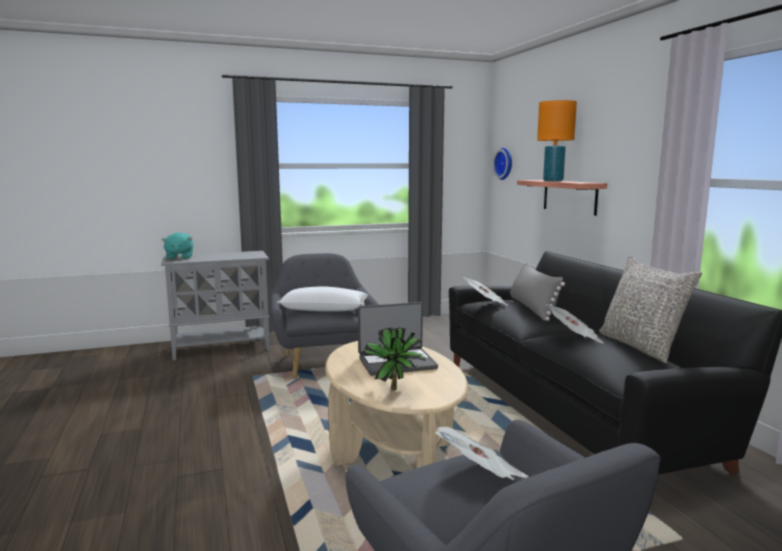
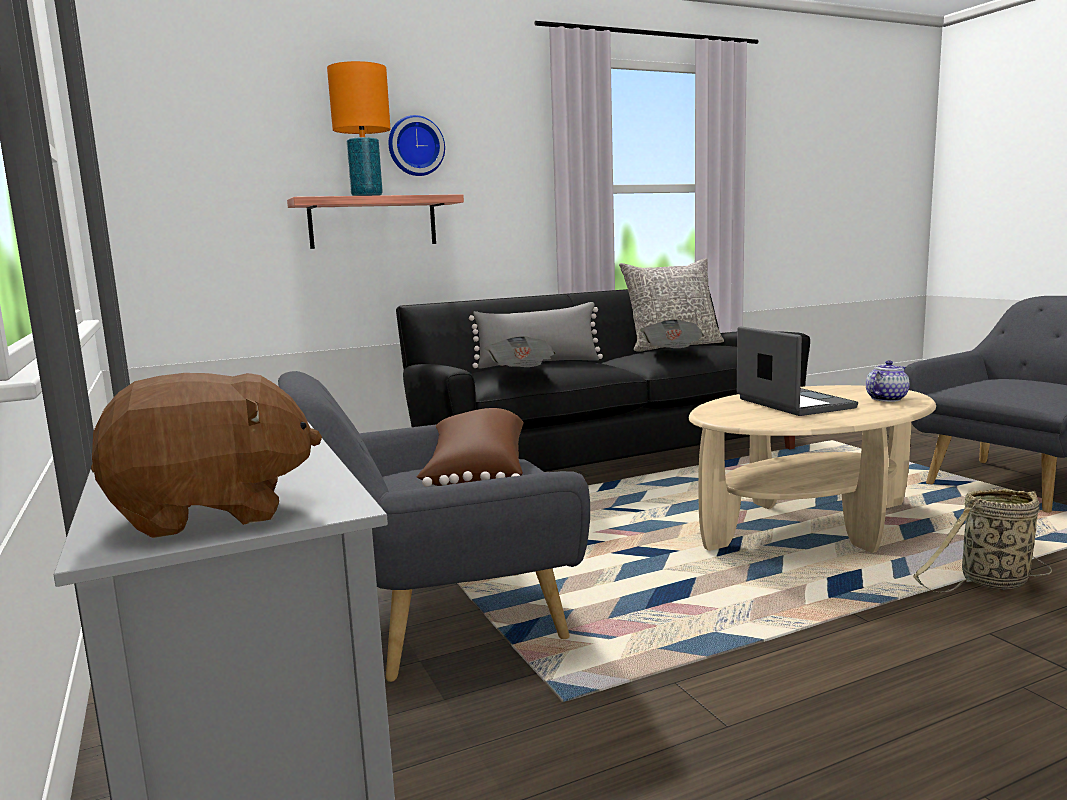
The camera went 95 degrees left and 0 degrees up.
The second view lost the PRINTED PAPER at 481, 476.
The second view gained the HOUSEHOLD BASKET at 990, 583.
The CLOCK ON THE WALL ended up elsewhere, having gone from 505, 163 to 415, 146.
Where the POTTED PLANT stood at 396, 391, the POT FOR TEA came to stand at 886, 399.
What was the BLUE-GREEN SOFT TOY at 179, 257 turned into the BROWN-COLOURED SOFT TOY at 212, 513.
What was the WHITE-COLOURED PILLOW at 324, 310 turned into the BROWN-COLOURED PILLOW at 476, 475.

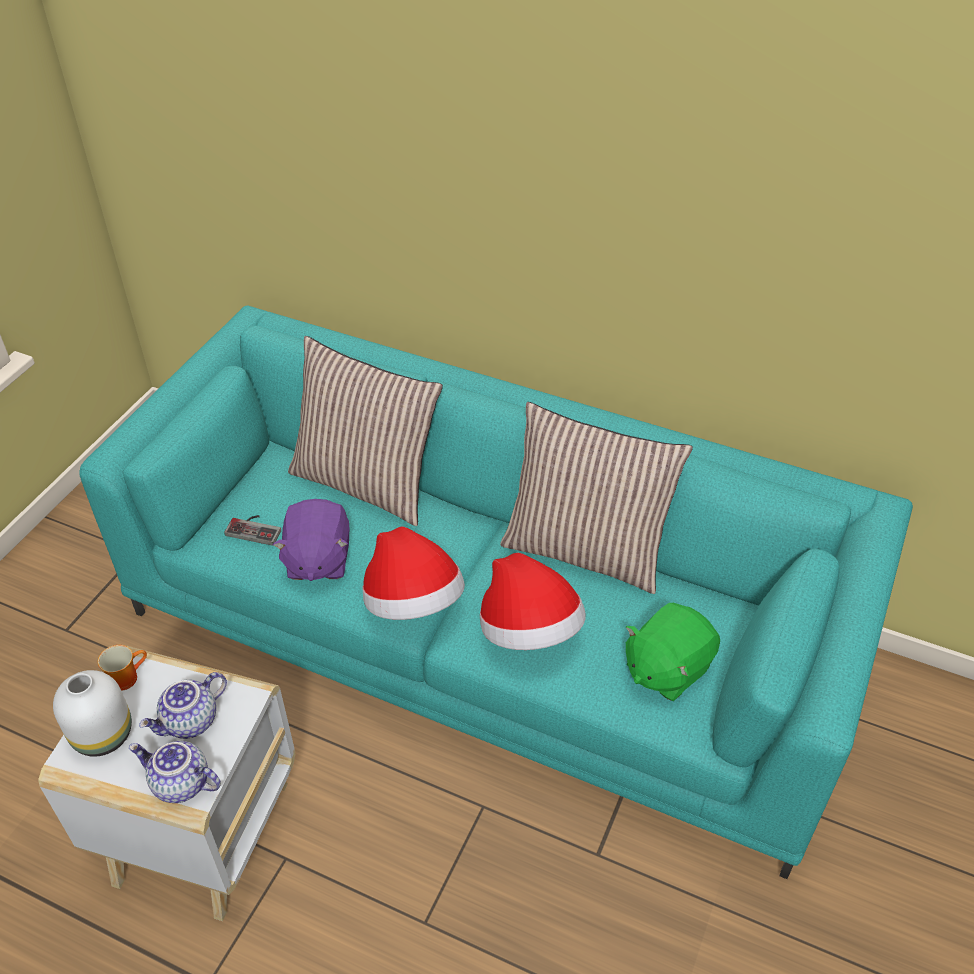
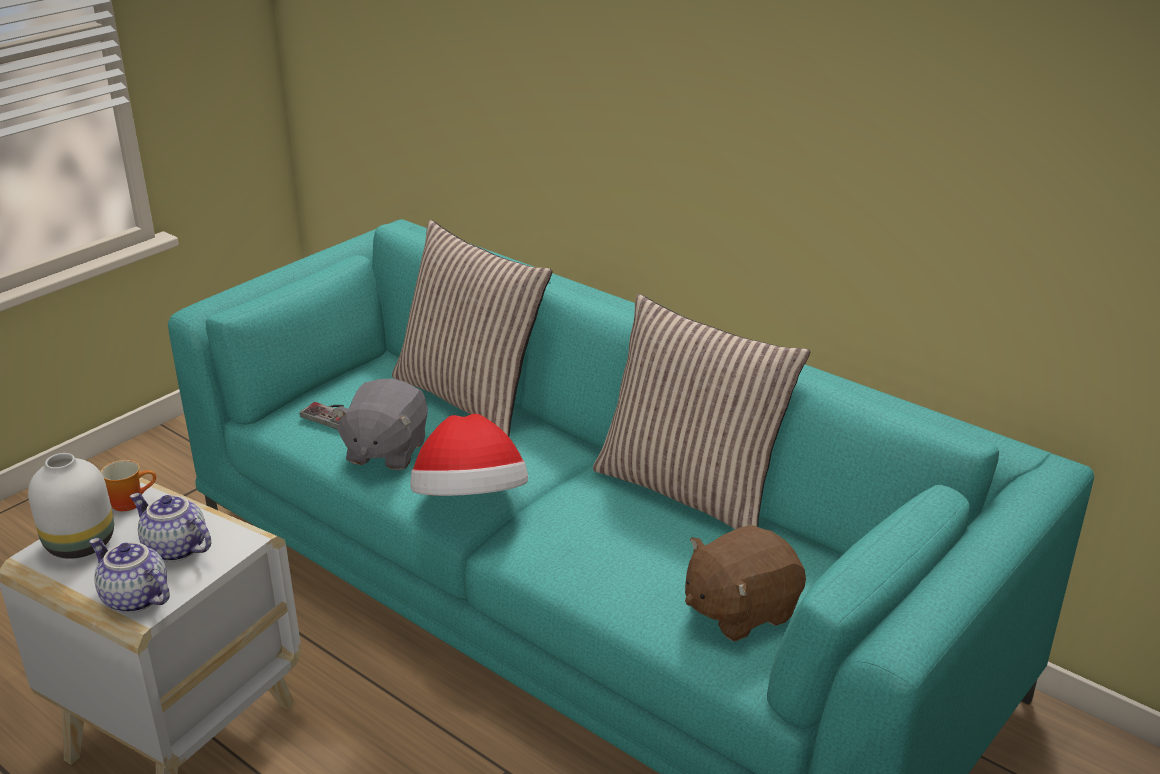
The camera went 15 degrees right and 15 degrees down.
The second view lost the CLOTHING HAT at 529, 630.
What was the PURPLE SOFT TOY at 317, 560 turned into the GRAY SOFT TOY at 385, 451.
What was the GREEN-COLOURED SOFT TOY at 666, 668 turned into the BROWN-COLOURED SOFT TOY at 740, 610.
The POT FOR TEA at 191, 722 ended up facing another way, 60 degrees clockwise from before.

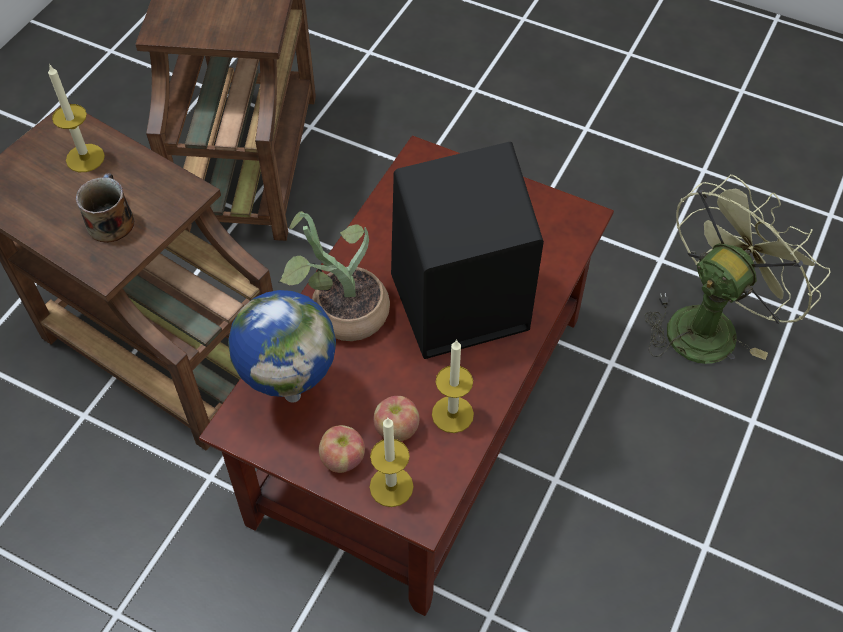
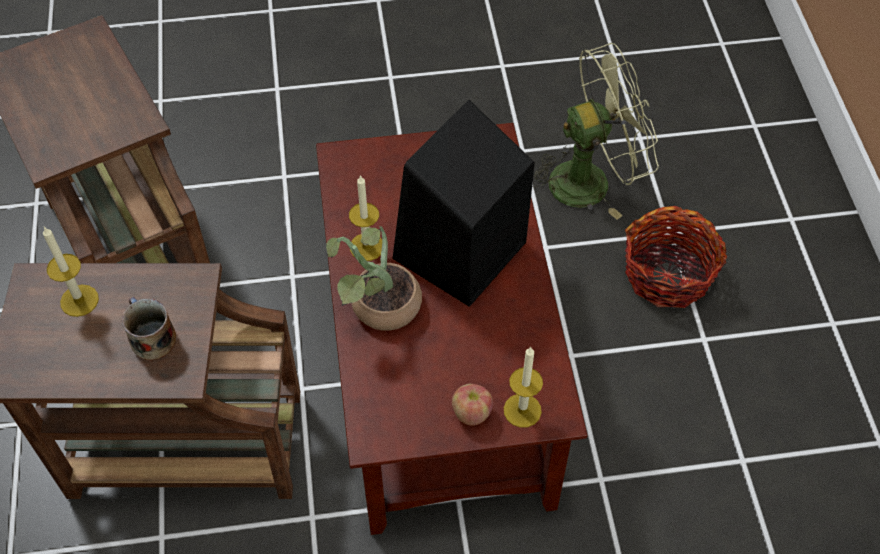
The camera went 35 degrees left and 0 degrees up.
The second view lost the WORLD GLOBE at 292, 393.
The second view lost the APPLE at 396, 429.
The second view gained the HOUSEHOLD BASKET at 667, 274.
The WAX LIGHT ended up elsewhere, having gone from 452, 414 to 367, 247.
The GREEN-COLOURED FAN at 709, 323 ended up facing another way, 60 degrees clockwise from before.

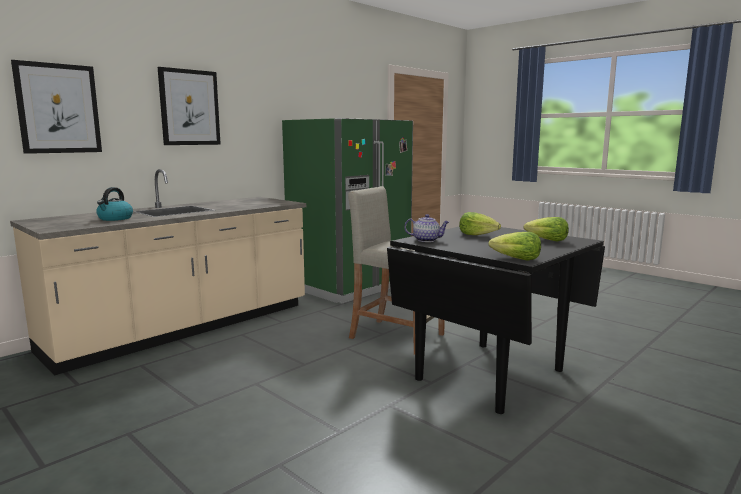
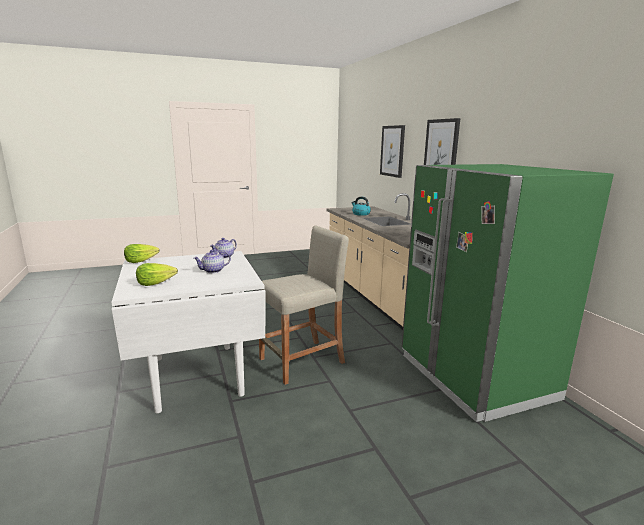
The camera went 115 degrees right and 5 degrees up.
Where the HEAD OF LETTUCE stood at 478, 235, the POT FOR TEA came to stand at 213, 271.
What was the BLACKISH DINNER TABLE at 489, 374 turned into the WHITE-COLOURED DINNER TABLE at 198, 375.

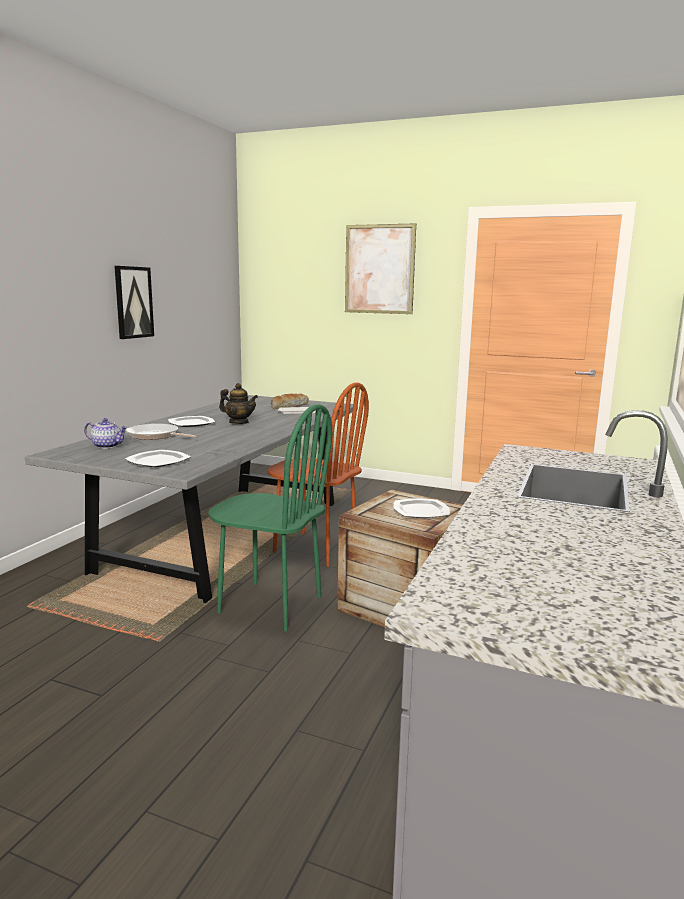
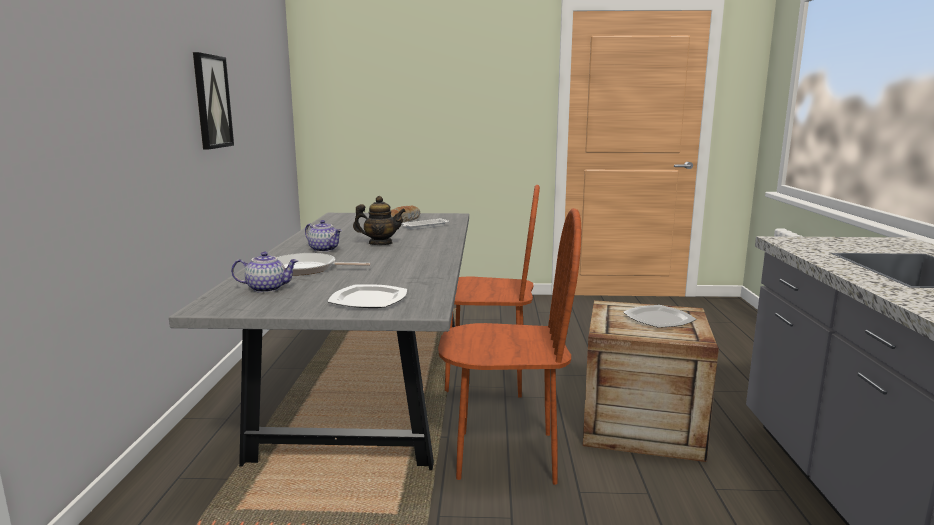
The camera went 20 degrees left and 0 degrees up.
The second view lost the WALL ART at 379, 269.
Where the PLATE stood at 191, 423, the POT FOR TEA came to stand at 325, 249.
What was the GREEN-COLOURED UPRIGHT CHAIR at 270, 605 turned into the BROWN-COLOURED UPRIGHT CHAIR at 506, 455.

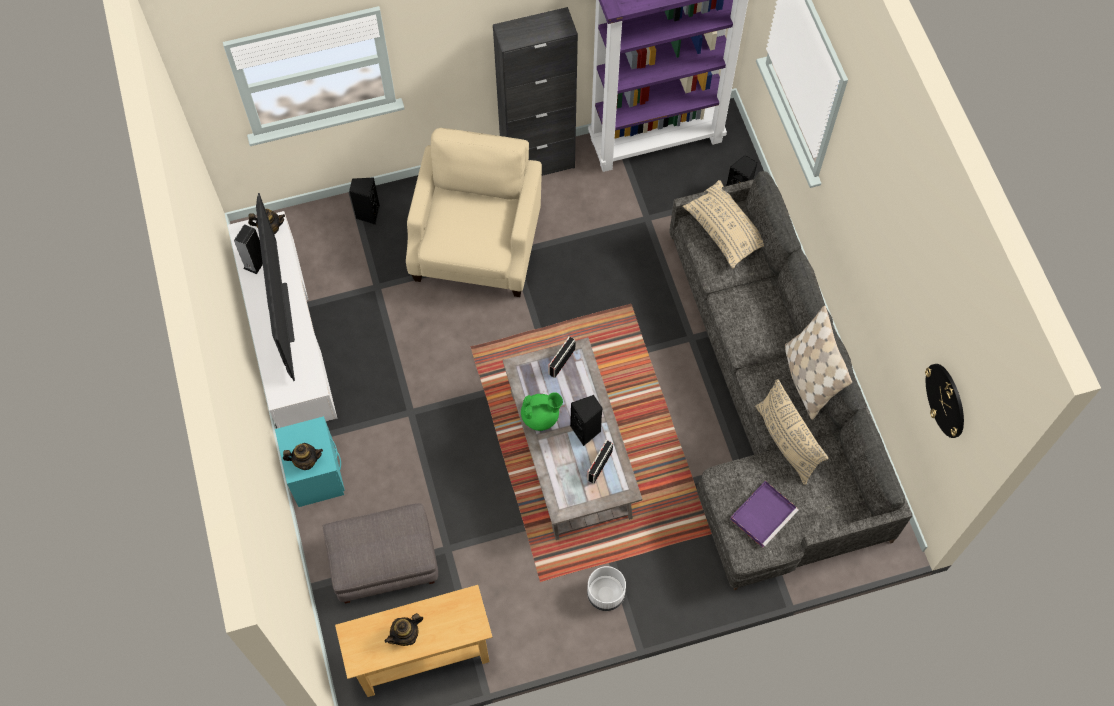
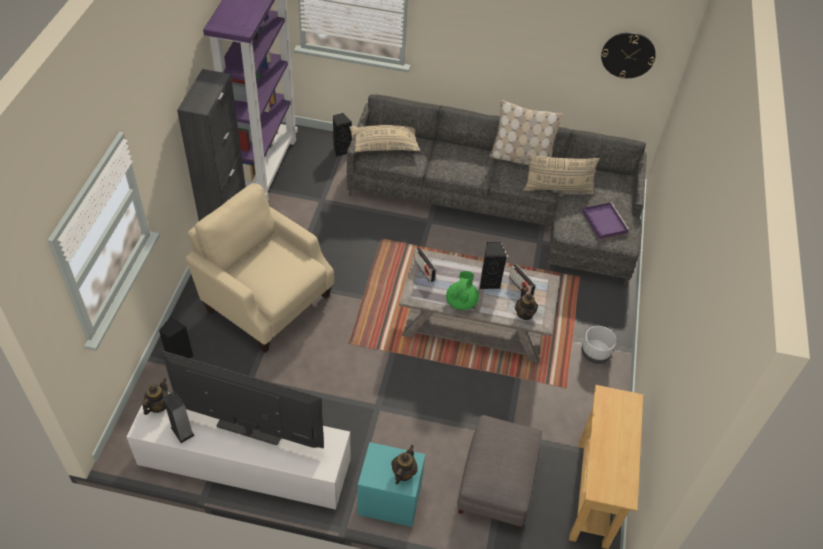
The camera went 65 degrees left and 15 degrees down.
The POT FOR TEA ended up elsewhere, having gone from 406, 635 to 524, 314.

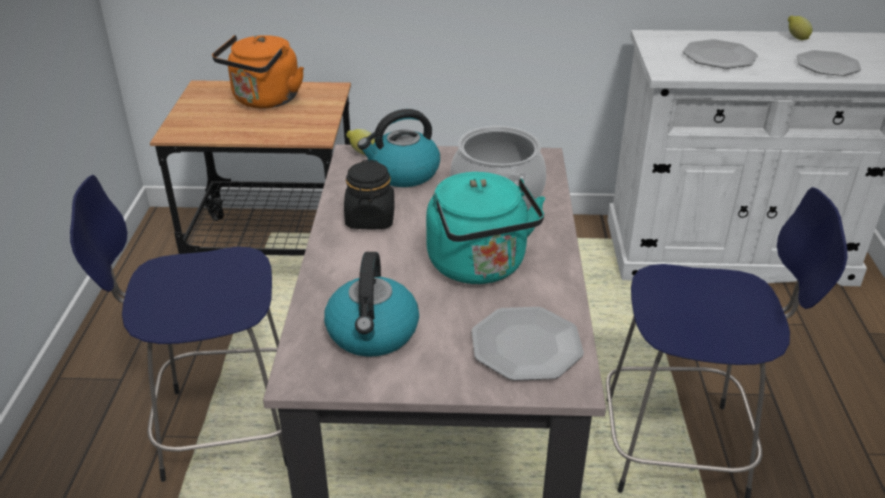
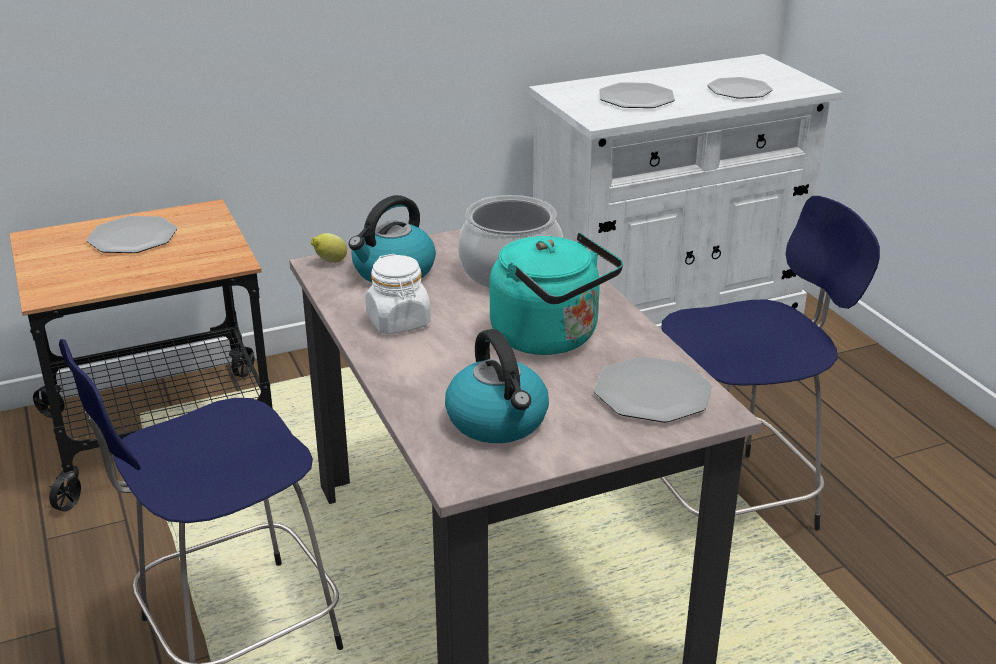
The camera went 25 degrees left and 5 degrees down.
The second view lost the LEMON at 796, 38.
Where the ORANGE KETTLE stood at 264, 101, the PLATE came to stand at 132, 237.
What was the BLACKISH STORAGE JAR at 370, 219 turned into the WHITE-COLOURED STORAGE JAR at 398, 322.

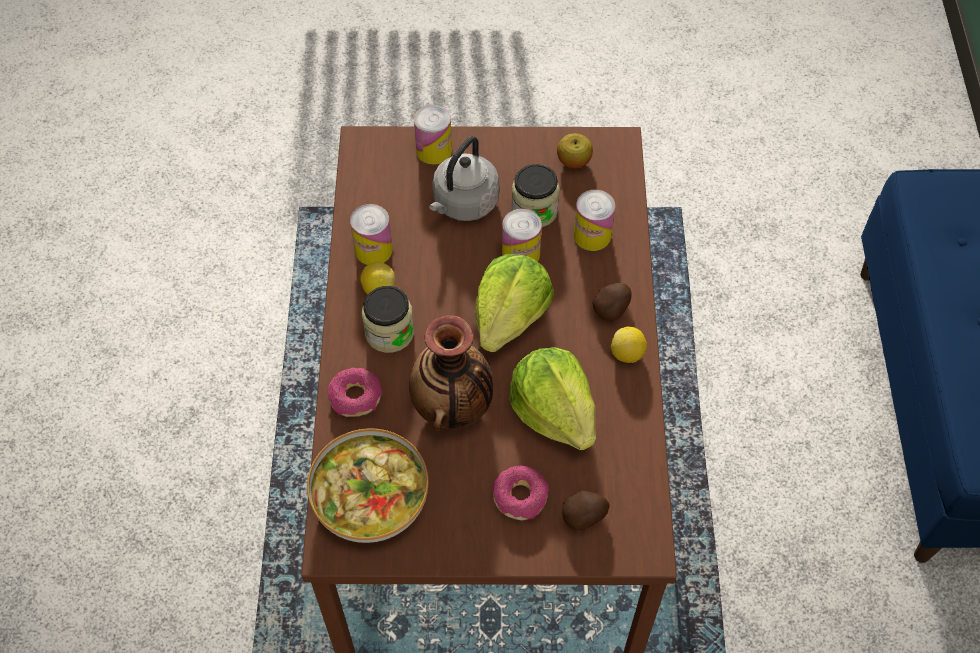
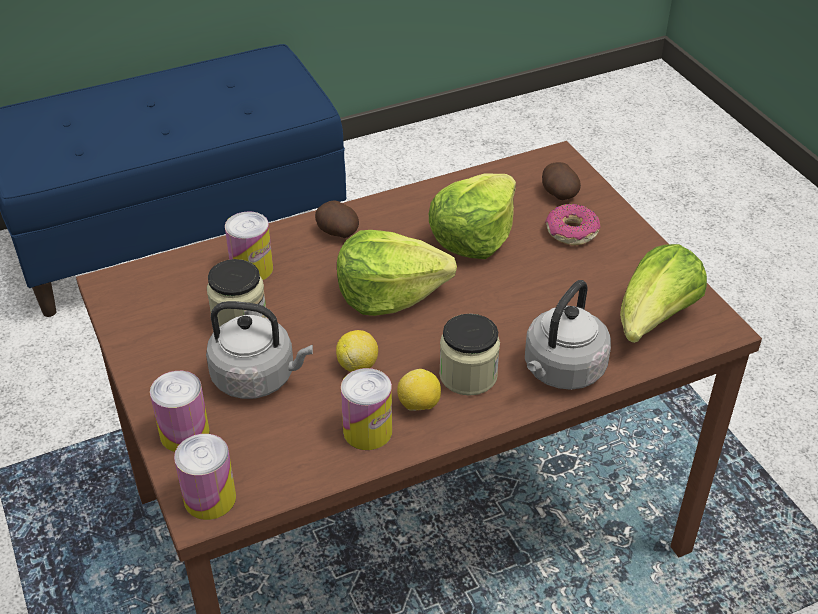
The camera went 115 degrees left and 15 degrees down.
The second view lost the VASE at 453, 406.
The second view lost the APPLE at 573, 161.
The METAL CAN ended up elsewhere, having gone from 520, 254 to 210, 498.
The LEMON ended up elsewhere, having gone from 627, 354 to 357, 365.
Where the BOWL stood at 370, 499, the HEAD OF LETTUCE came to stand at 654, 320.
Where the DONUT stood at 356, 397, the GRAY KETTLE came to stand at 561, 371.

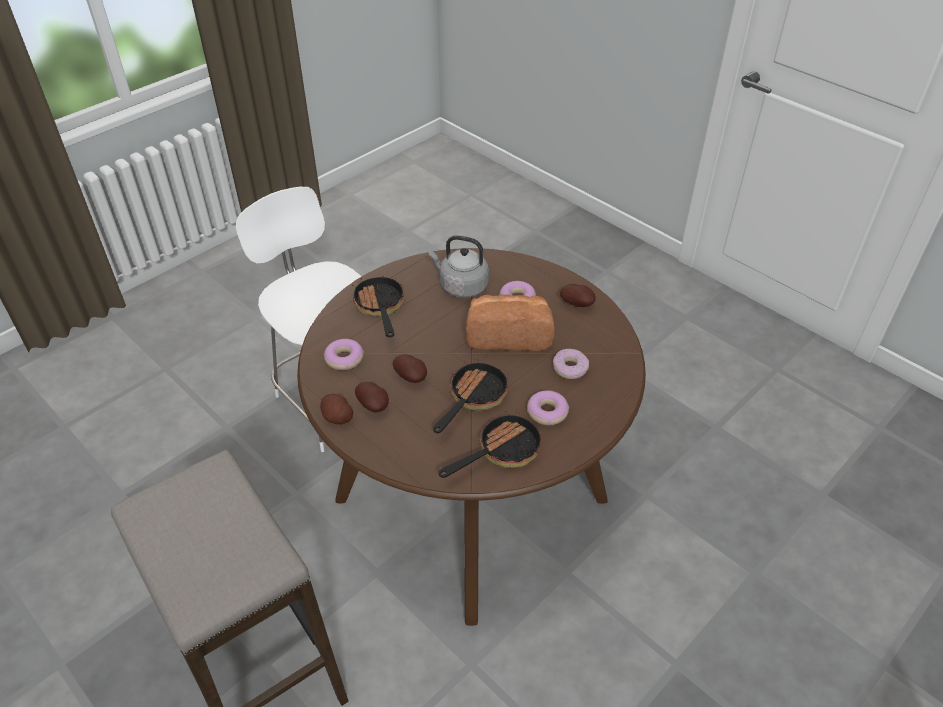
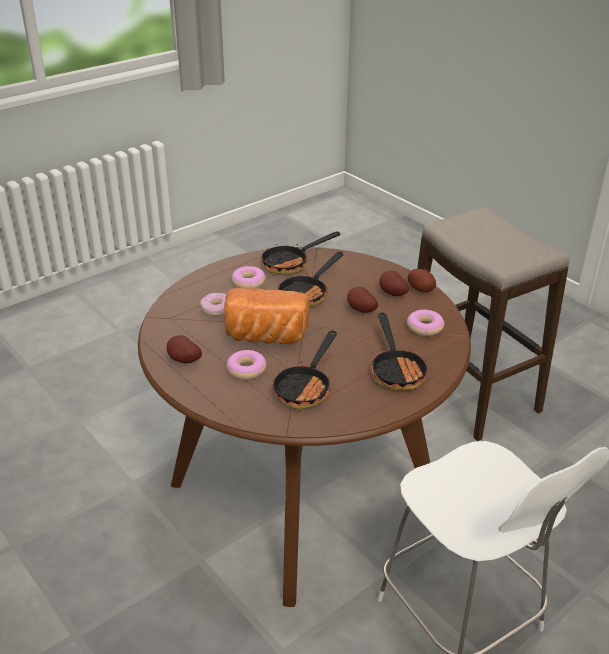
The camera went 175 degrees left and 10 degrees down.
Where the GRAY KETTLE stood at 461, 286, the SKILLET came to stand at 306, 387.

